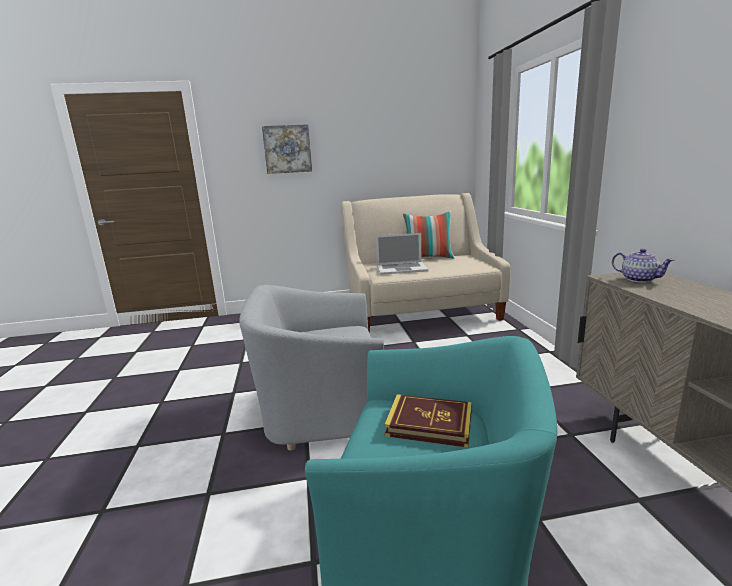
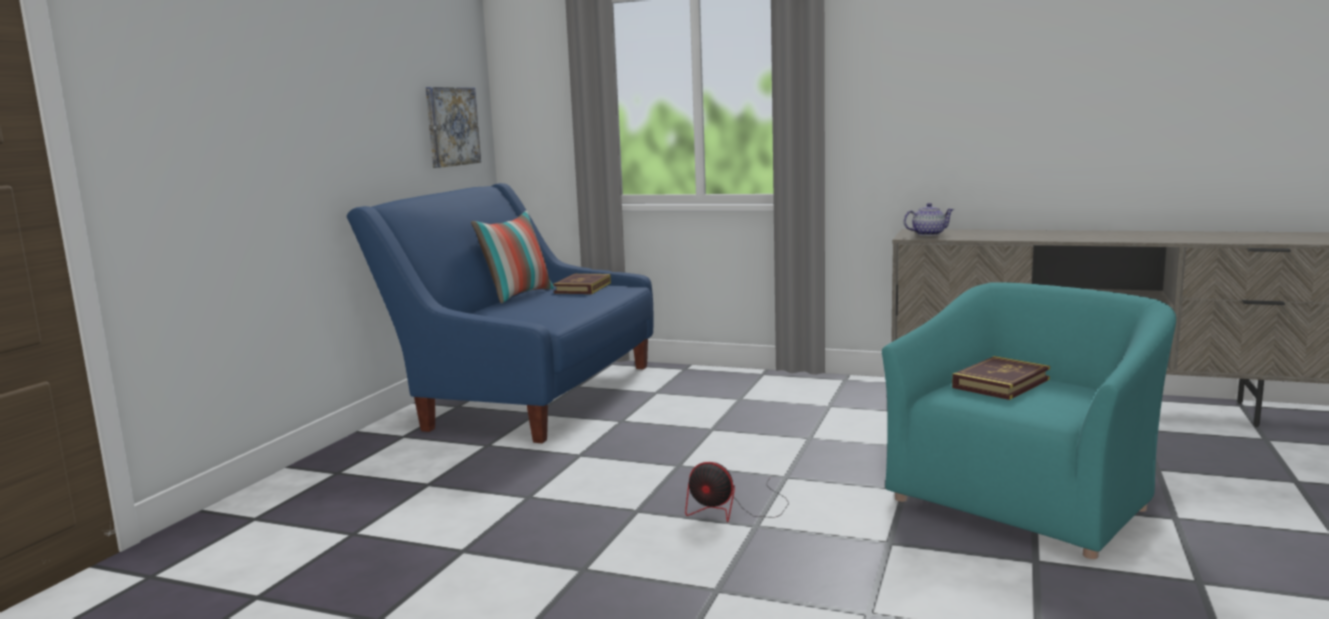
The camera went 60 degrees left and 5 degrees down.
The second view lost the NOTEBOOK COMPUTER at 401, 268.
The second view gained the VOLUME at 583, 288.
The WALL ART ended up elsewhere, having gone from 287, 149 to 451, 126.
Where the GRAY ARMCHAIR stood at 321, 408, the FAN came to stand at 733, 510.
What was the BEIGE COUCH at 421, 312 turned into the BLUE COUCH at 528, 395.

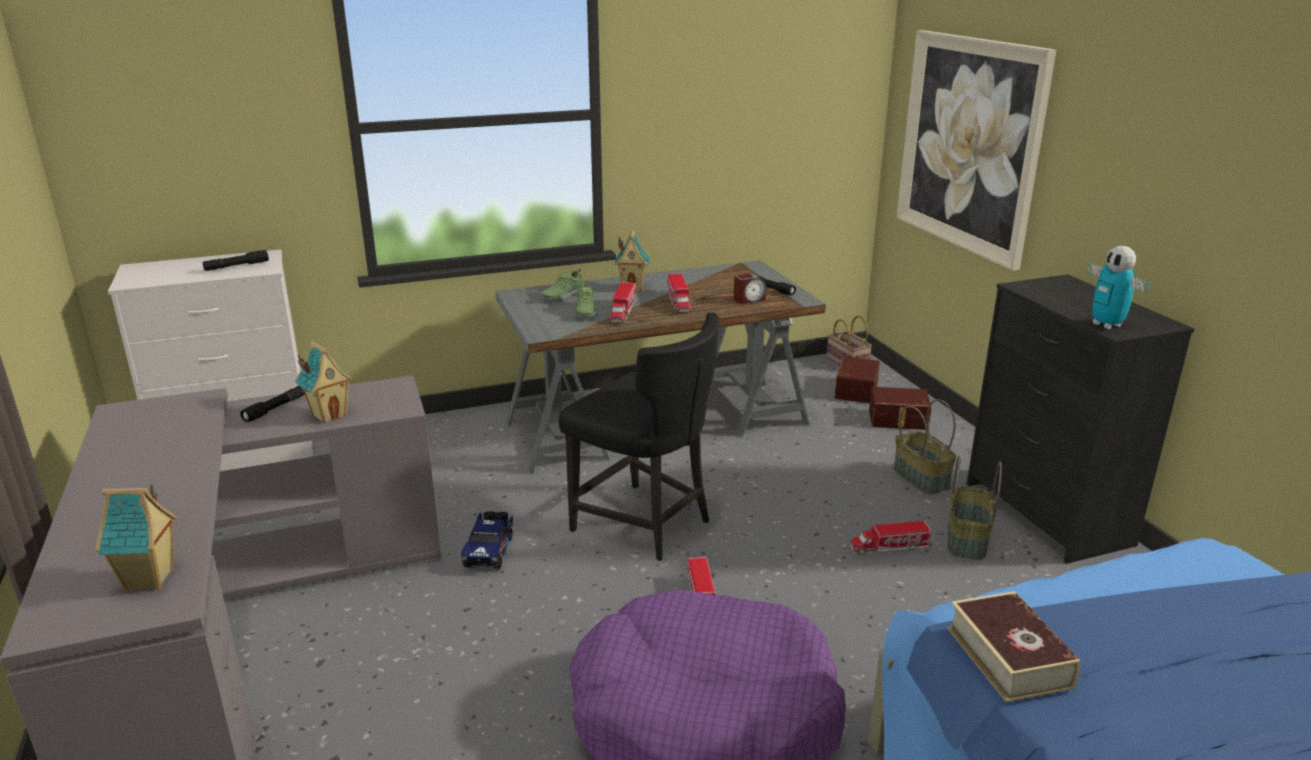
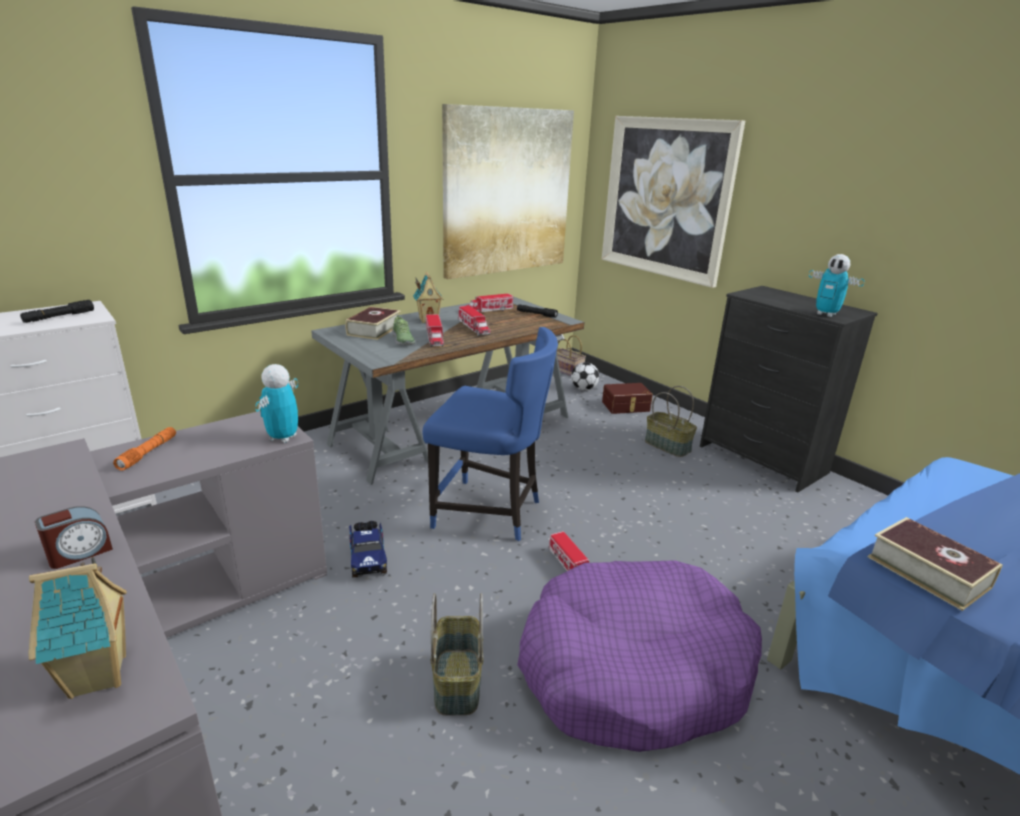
The camera went 20 degrees left and 0 degrees up.
The second view lost the MINIATURE HOUSE at 329, 415.
The second view gained the TOY ROBOT at 283, 438.
The second view gained the WALL ART at 507, 192.
The BEDSIDE CLOCK ended up elsewhere, having gone from 748, 300 to 80, 553.
The MODEL TRUCK ended up elsewhere, having gone from 890, 547 to 488, 310.
The HOUSEHOLD BASKET ended up elsewhere, having gone from 965, 539 to 456, 681.
Where the LOW SHOE stood at 562, 296, the VOLUME came to stand at 374, 330.
Where the BROWN-COLOURED STORAGE CONTAINER stood at 854, 390, the BALL FOR FOOTBALL came to stand at 583, 389.
What was the BLACKISH TORCH at 275, 409 turned into the ORANGE TORCH at 148, 453.
What was the BLACKISH UPRIGHT CHAIR at 644, 524 turned into the BLUE UPRIGHT CHAIR at 489, 512.

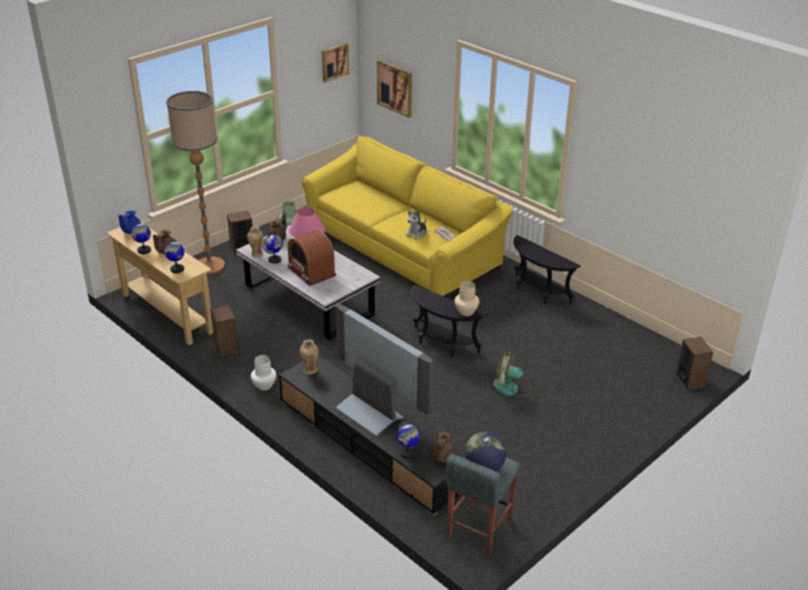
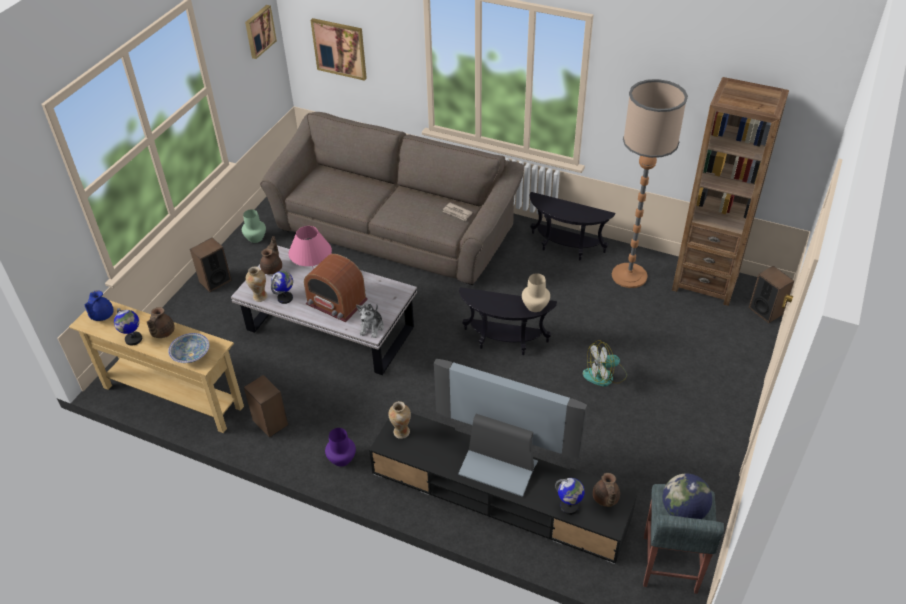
The camera went 20 degrees left and 10 degrees up.
The second view gained the BROWN-COLOURED BOOKSHELF at 705, 282.
The FLOOR LAMP ended up elsewhere, having gone from 209, 266 to 629, 275.
The SOFT TOY ended up elsewhere, having gone from 417, 234 to 372, 327.
Where the WORLD GLOBE stood at 177, 269, the BOWL came to stand at 191, 355.
What was the WHITE-COLOURED VASE at 264, 385 turned into the PURPLE VASE at 341, 459.
What was the YELLOW-COLOURED COUCH at 402, 246 turned into the BROWN-COLOURED COUCH at 394, 229.

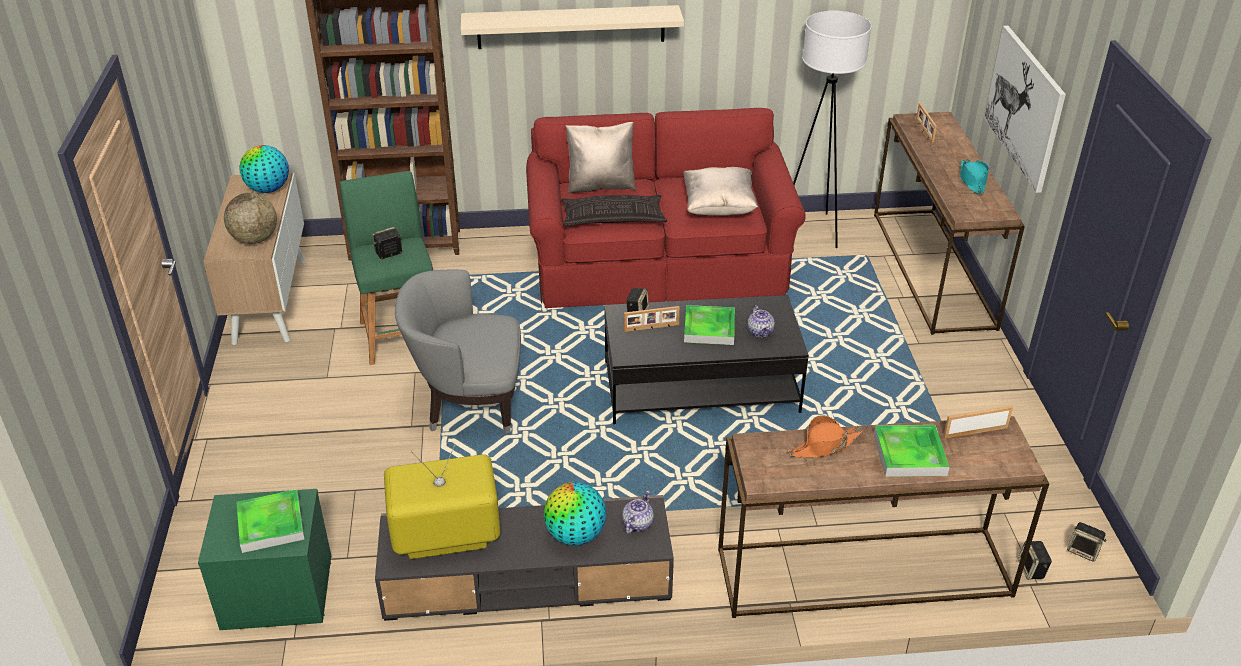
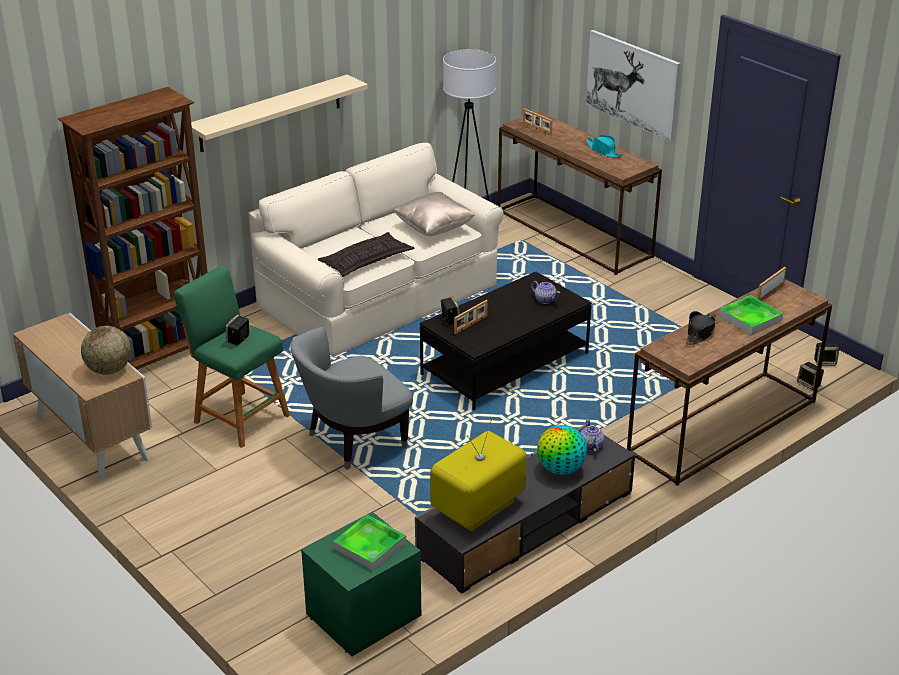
The camera went 35 degrees left and 5 degrees down.
The second view lost the WORLD GLOBE at 268, 189.
The second view lost the BEIGE PILLOW at 600, 185.
The second view lost the TRAY at 709, 328.
What was the RED-COLOURED COUCH at 659, 261 turned into the BEIGE COUCH at 380, 294.
What was the ORANGE CLOTHING HAT at 824, 446 turned into the BLACKISH CLOTHING HAT at 700, 333.

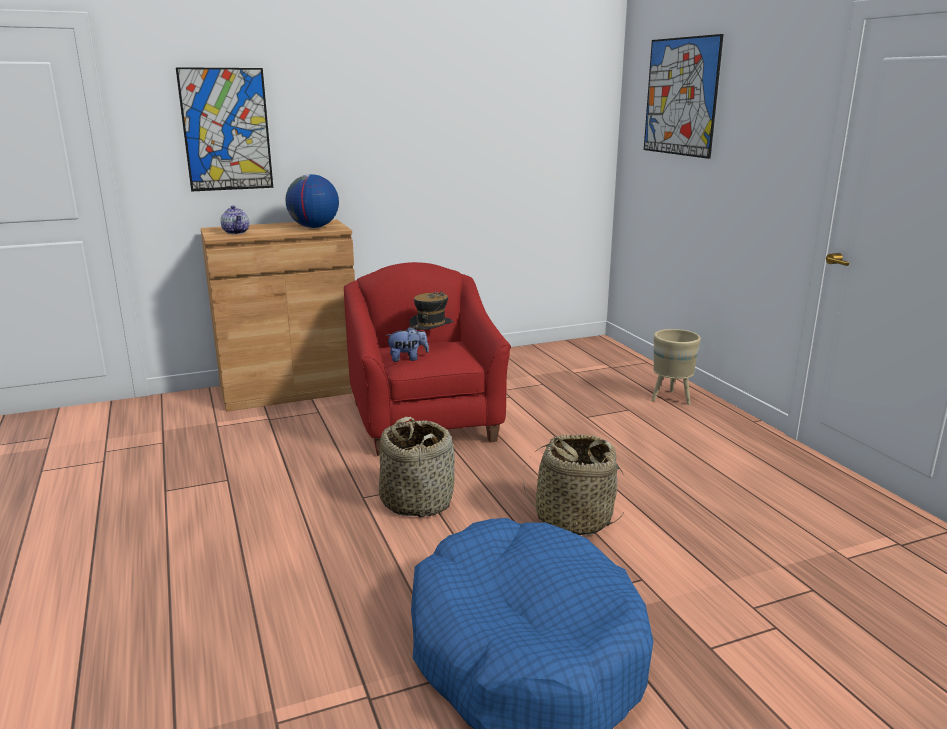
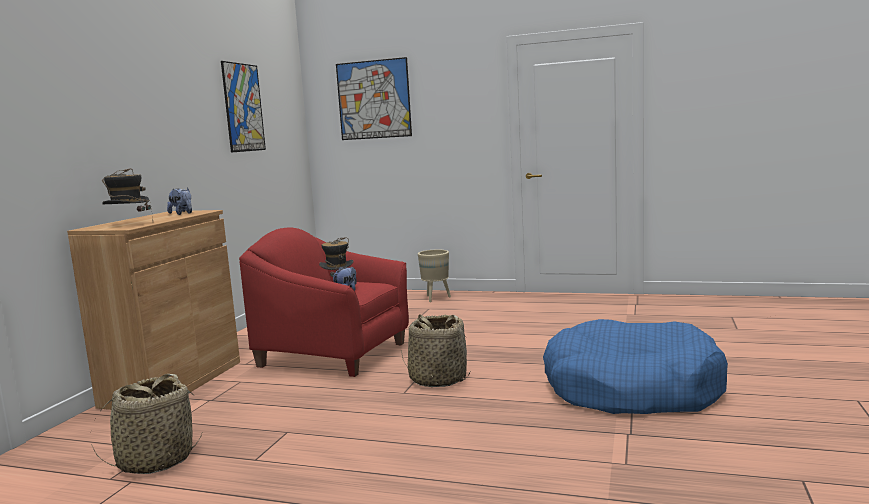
The camera went 50 degrees left and 10 degrees down.
The WALL ART ended up elsewhere, having gone from 226, 130 to 243, 107.
The HOUSEHOLD BASKET ended up elsewhere, having gone from 573, 519 to 155, 460.
Where the POT FOR TEA stood at 236, 232, the CLOTHING HAT came to stand at 129, 224.
Where the WORLD GLOBE stood at 314, 227, the SOFT TOY came to stand at 182, 214.

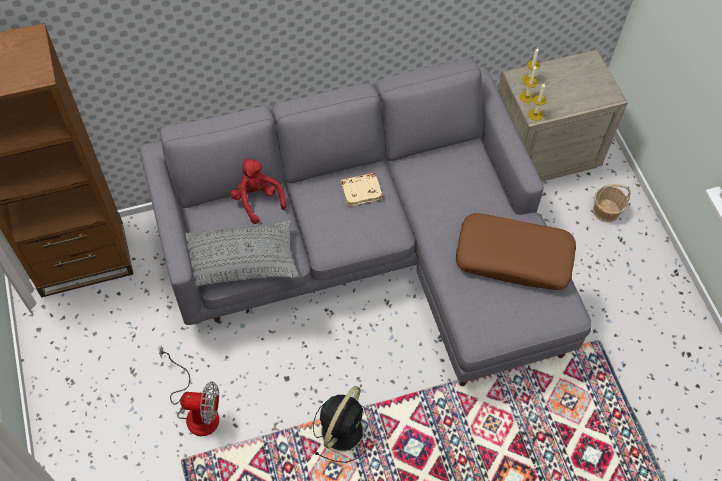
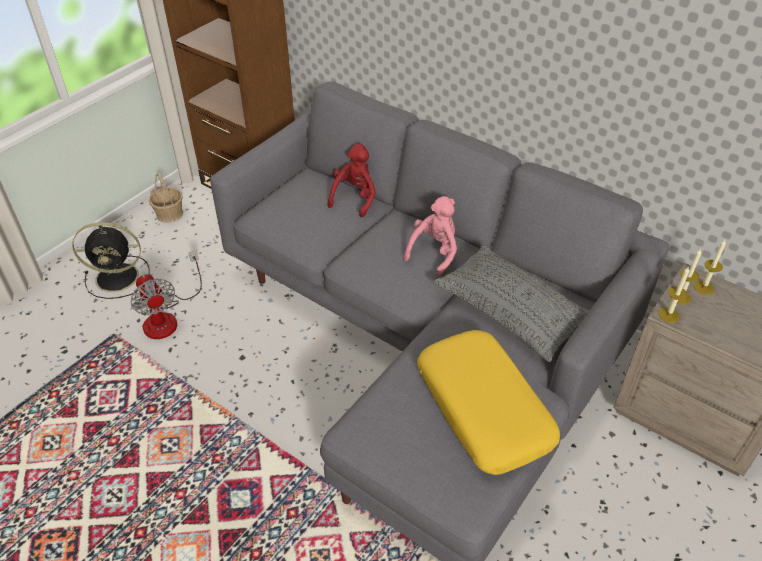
The camera went 55 degrees right and 15 degrees down.
The GRAY PILLOW ended up elsewhere, having gone from 237, 262 to 511, 312.
The BLACKISH FAN ended up elsewhere, having gone from 343, 429 to 119, 277.
The HOUSEHOLD BASKET ended up elsewhere, having gone from 605, 211 to 170, 214.
Where the BEIGE VOLUME stood at 361, 191, the PINK SOFT TOY came to stand at 434, 252.
What was the BROWN-COLOURED PILLOW at 514, 257 turned into the YELLOW-COLOURED PILLOW at 484, 408.

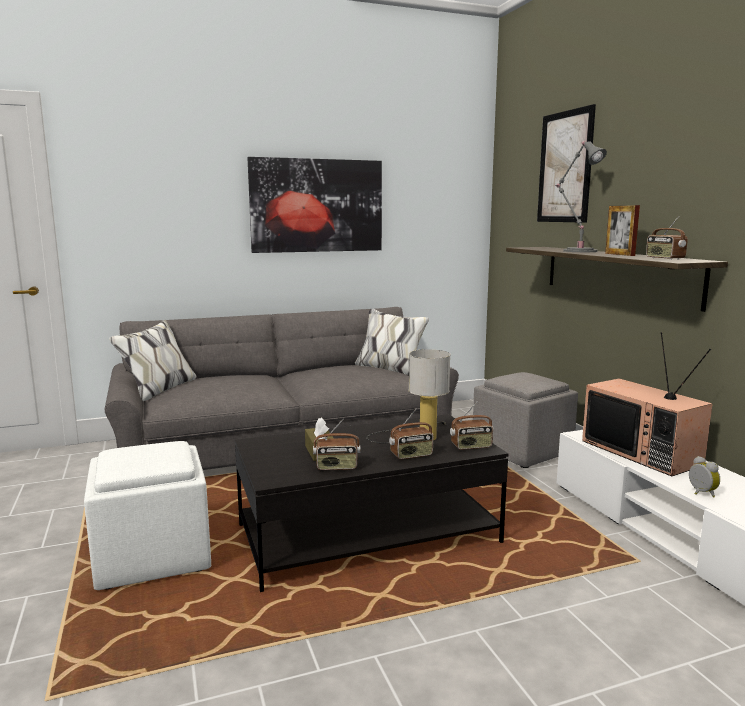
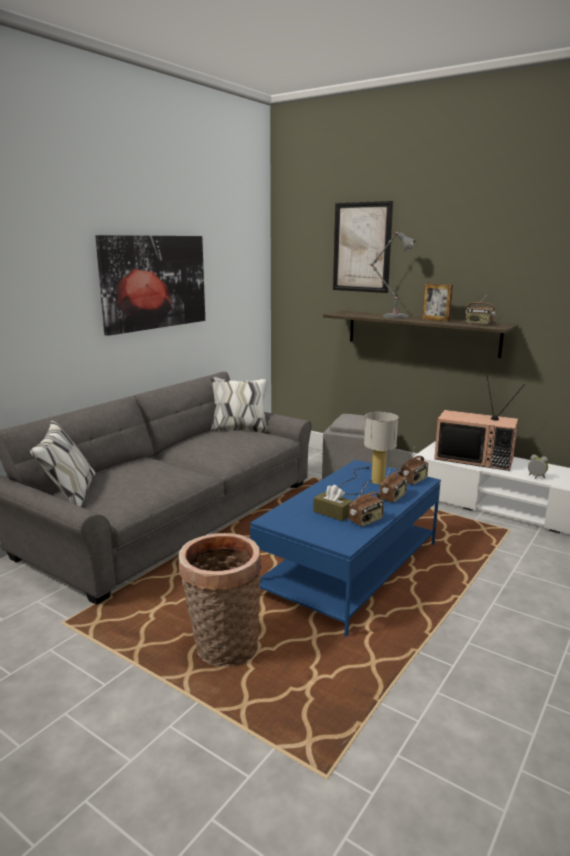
The camera went 35 degrees left and 5 degrees up.
Where the WHITE-COLOURED FOOTREST stood at 152, 557, the HOUSEHOLD BASKET came to stand at 223, 648.
What was the BLACKISH LOUNGE TABLE at 368, 534 turned into the BLUE LOUNGE TABLE at 350, 568.

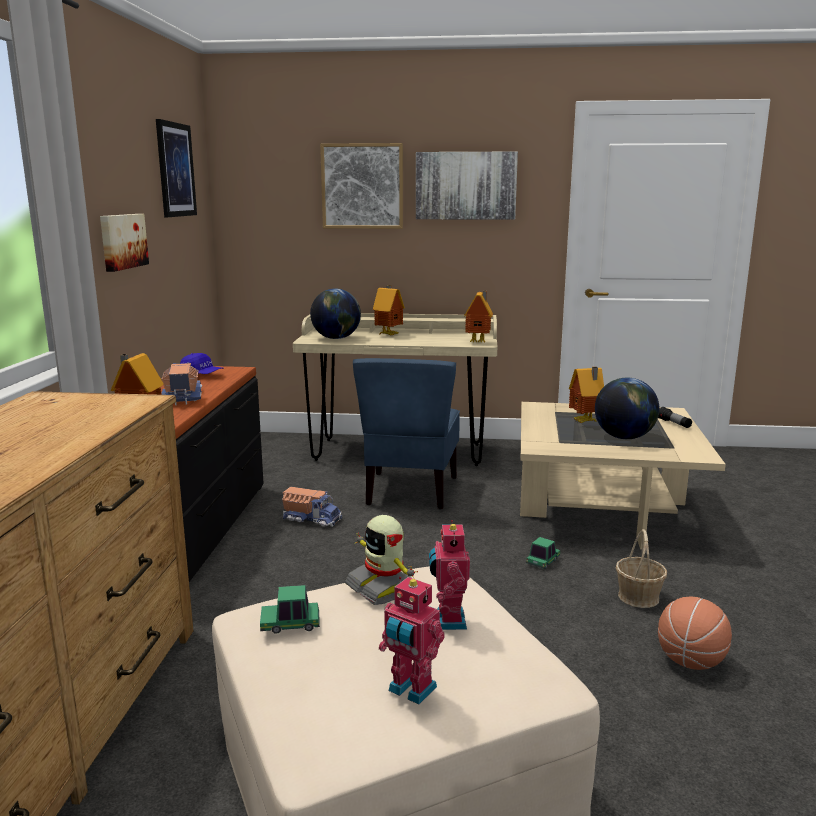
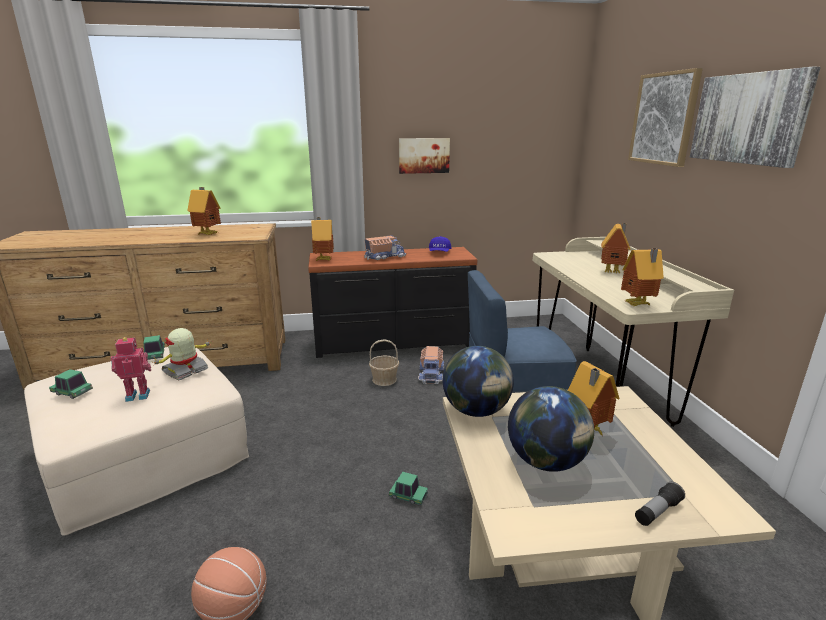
The camera went 75 degrees right and 5 degrees up.
The second view lost the WALL ART at 175, 170.
The second view gained the MINIATURE HOUSE at 208, 234.
The WORLD GLOBE ended up elsewhere, having gone from 336, 338 to 476, 411.
The HOUSEHOLD BASKET ended up elsewhere, having gone from 638, 597 to 384, 380.
Where the TOY ROBOT stood at 410, 690, the MINIATURE CAR came to stand at 72, 392.

